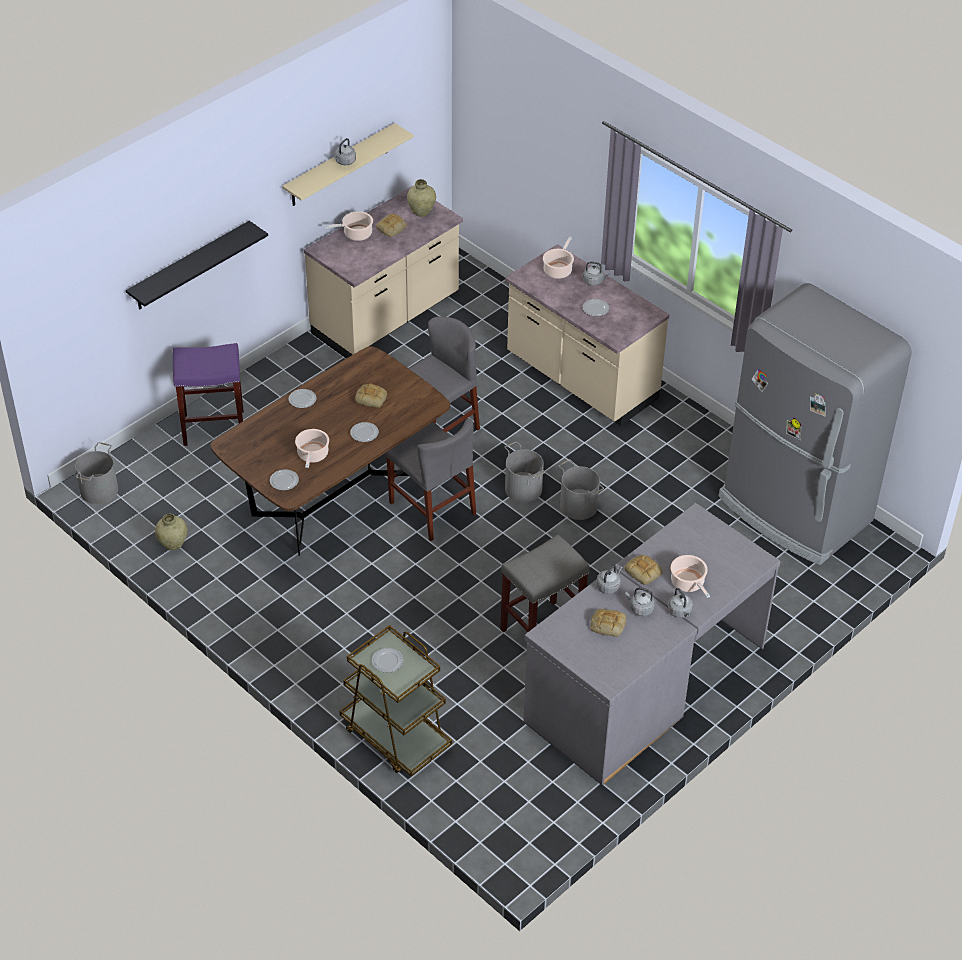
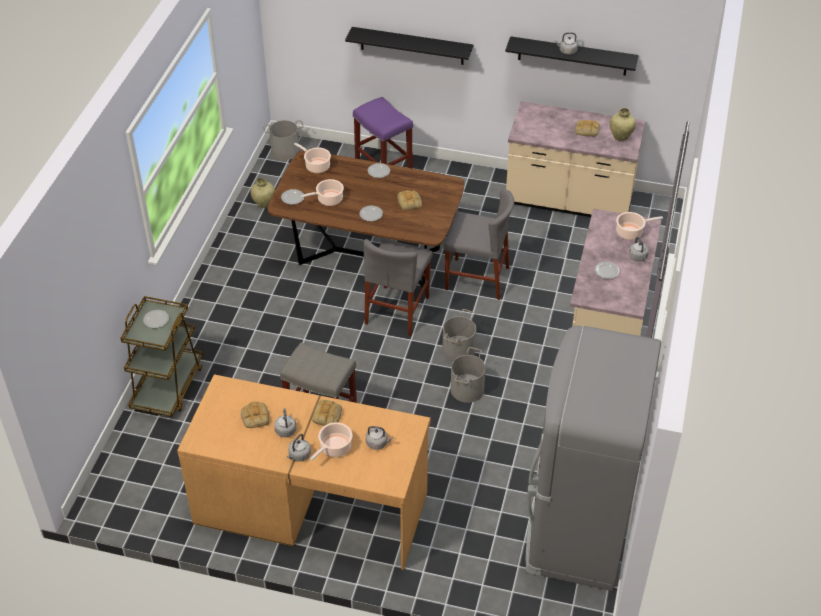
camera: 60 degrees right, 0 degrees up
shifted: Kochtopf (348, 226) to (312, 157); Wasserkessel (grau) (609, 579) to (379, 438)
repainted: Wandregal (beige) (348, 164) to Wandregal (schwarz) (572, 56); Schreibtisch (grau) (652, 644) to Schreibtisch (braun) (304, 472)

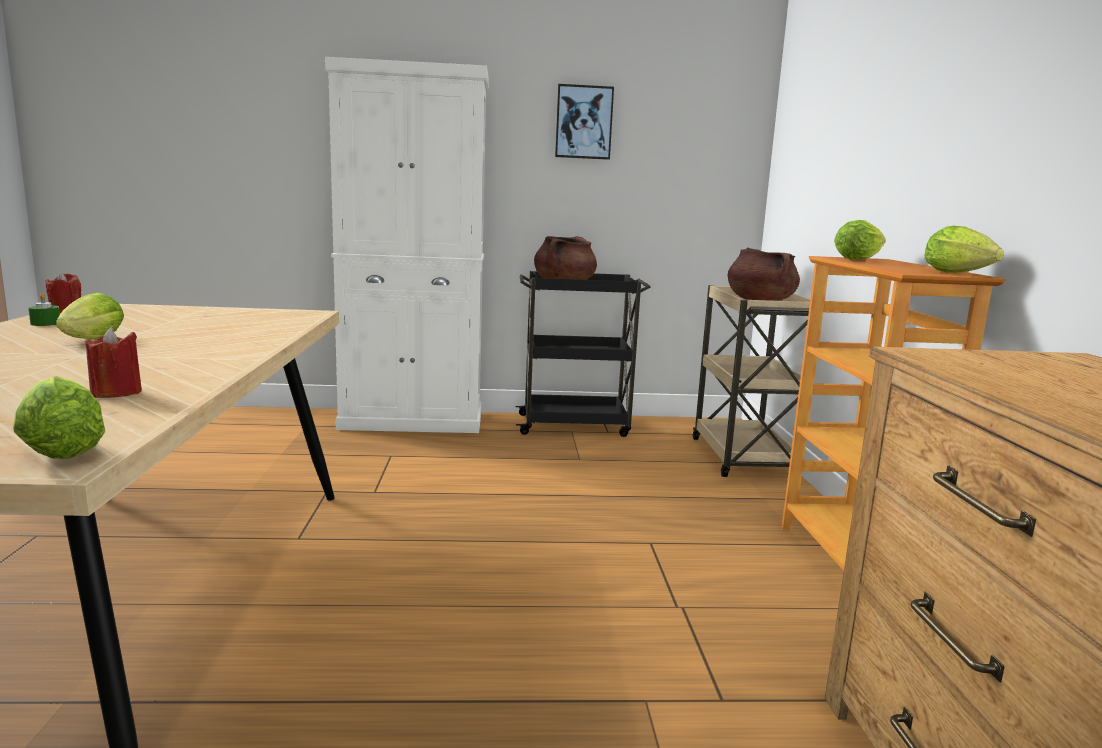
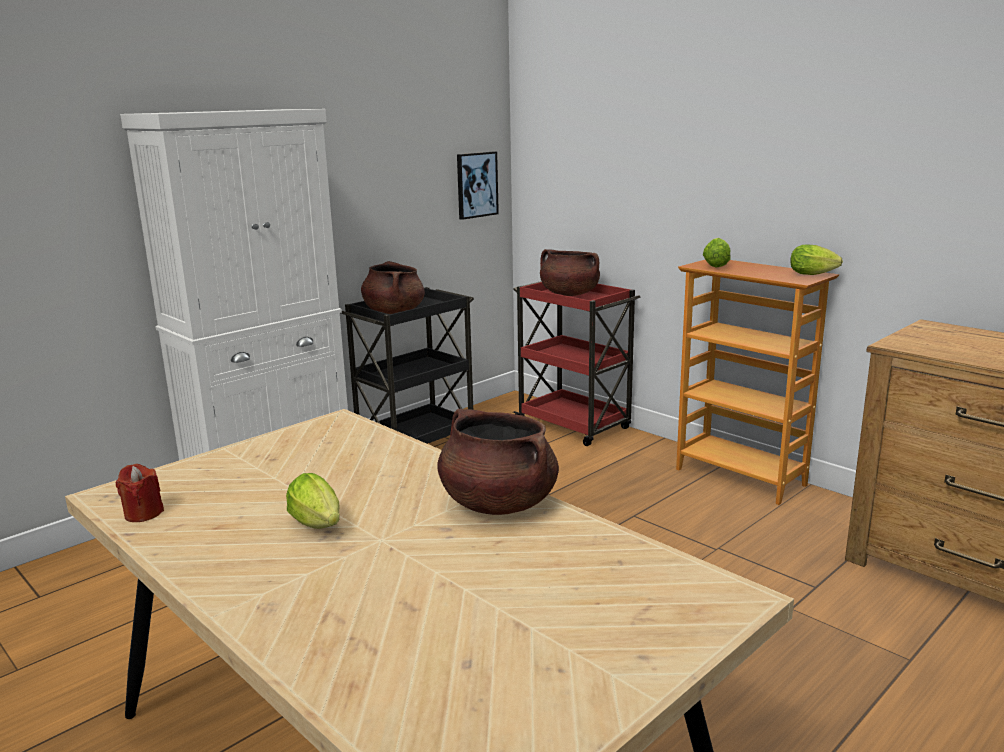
camera: 40 degrees left, 5 degrees up
gone: Salatkopf (59, 417); Kerze (grün) (44, 309); Kerze (rot) (113, 362)
new: Kochtopf (braun) (498, 462)
shifted: Bild (584, 122) to (478, 186)
repainted: Rollwagen (beige) (751, 381) to Rollwagen (rot) (576, 363)

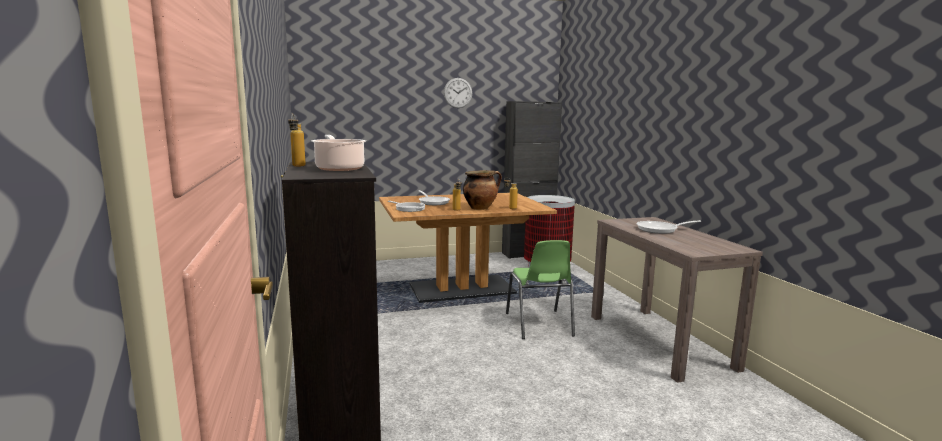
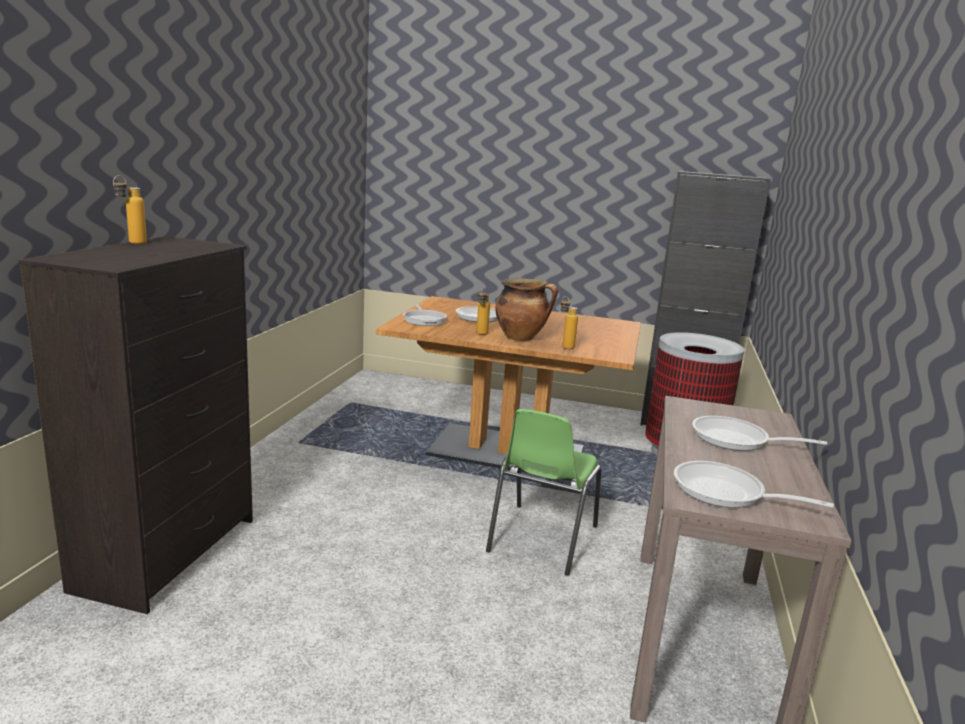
camera: 30 degrees right, 5 degrees up
gone: Kochtopf (339, 153); Wanduhr (458, 93)
new: Pfanne (754, 484)

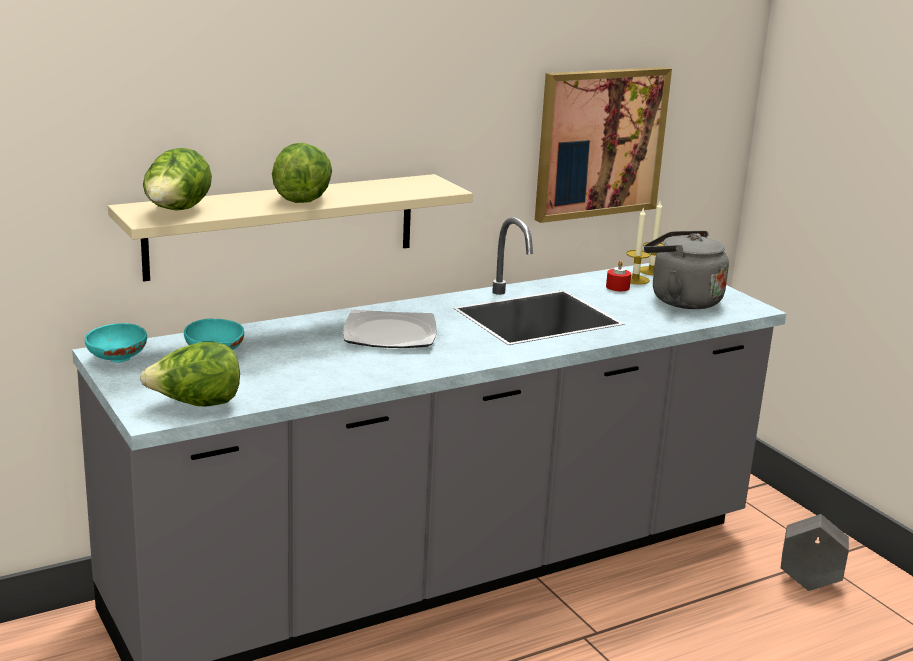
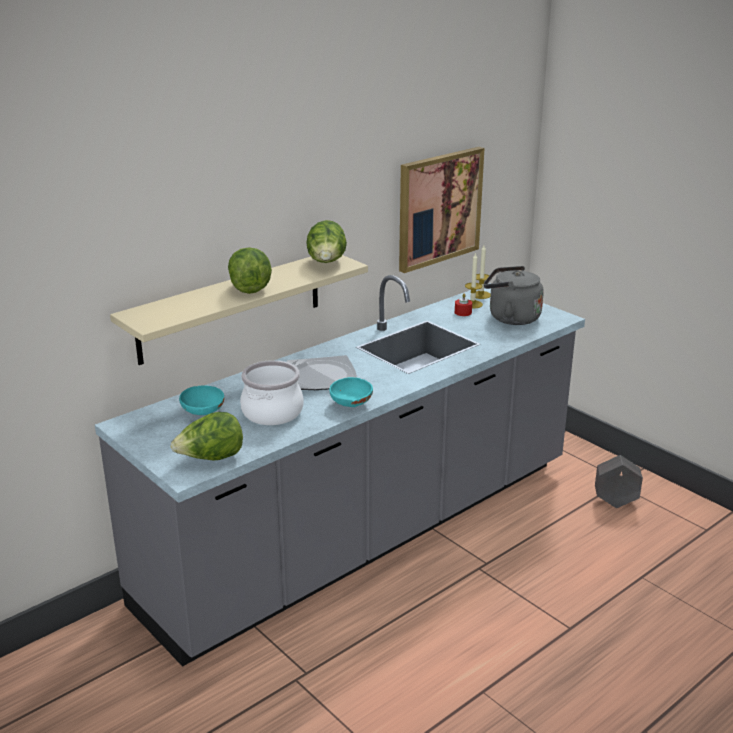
camera: 10 degrees left, 5 degrees up
new: Kochtopf (272, 392)
shifted: Schüssel (türkis) (116, 343) to (351, 392); Salatkopf (177, 179) to (326, 241)

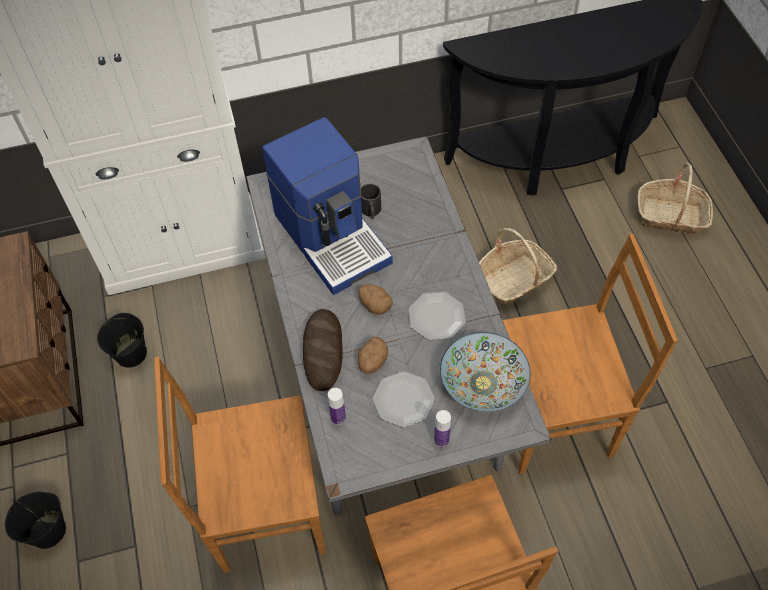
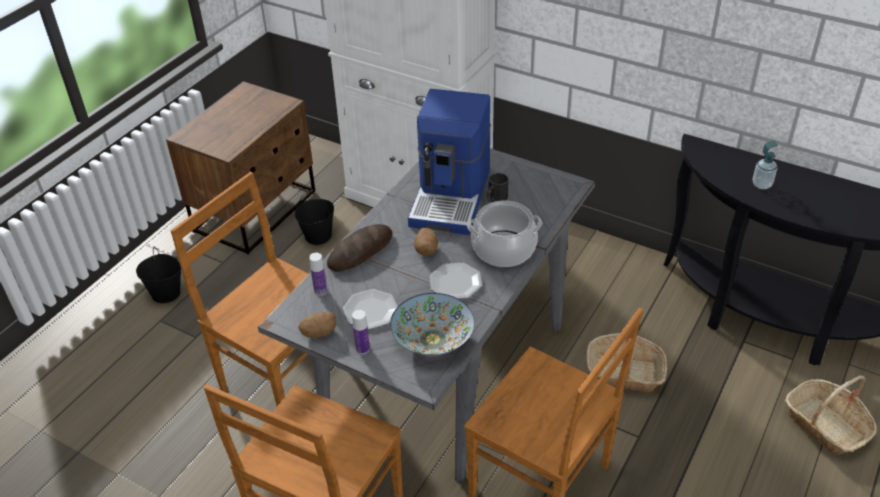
camera: 45 degrees right, 15 degrees down
new: Kochtopf (504, 234); Seifenspender (765, 164)
shifted: Kartoffel (373, 355) to (317, 325)

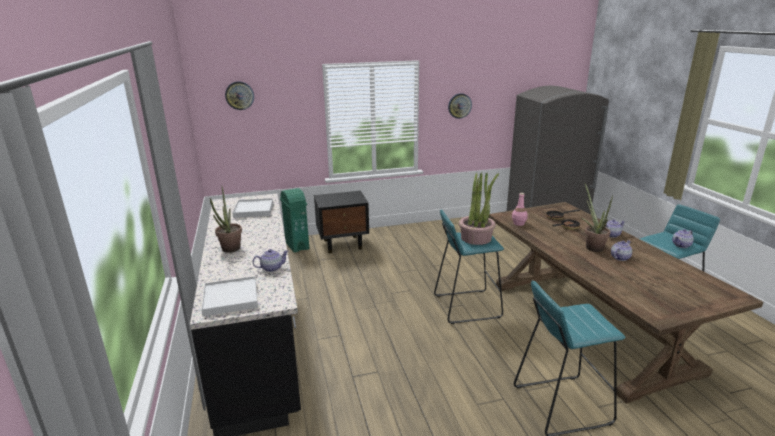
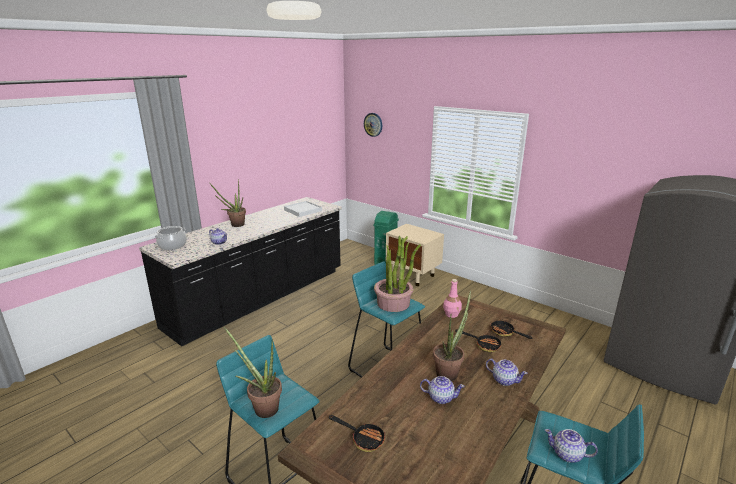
camera: 55 degrees right, 0 degrees up
gone: Wanduhr (460, 106)
new: Topfpflanze (253, 372); Pfanne (357, 433)
swapped: Tablett (weiß) (229, 296) to Kochtopf (171, 238)
repainted: Nachttisch (schwarz) (341, 222) to Nachttisch (beige) (415, 255)

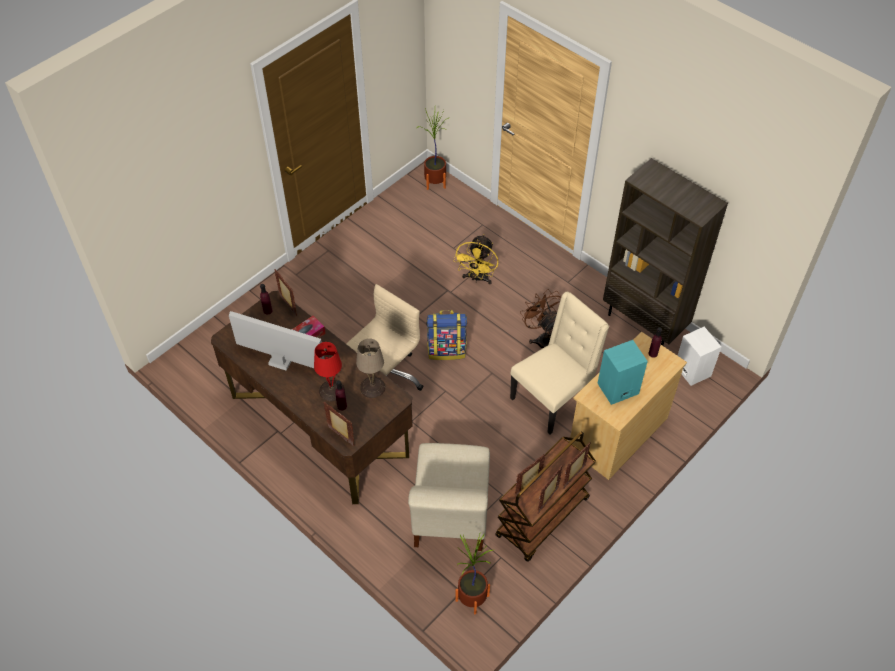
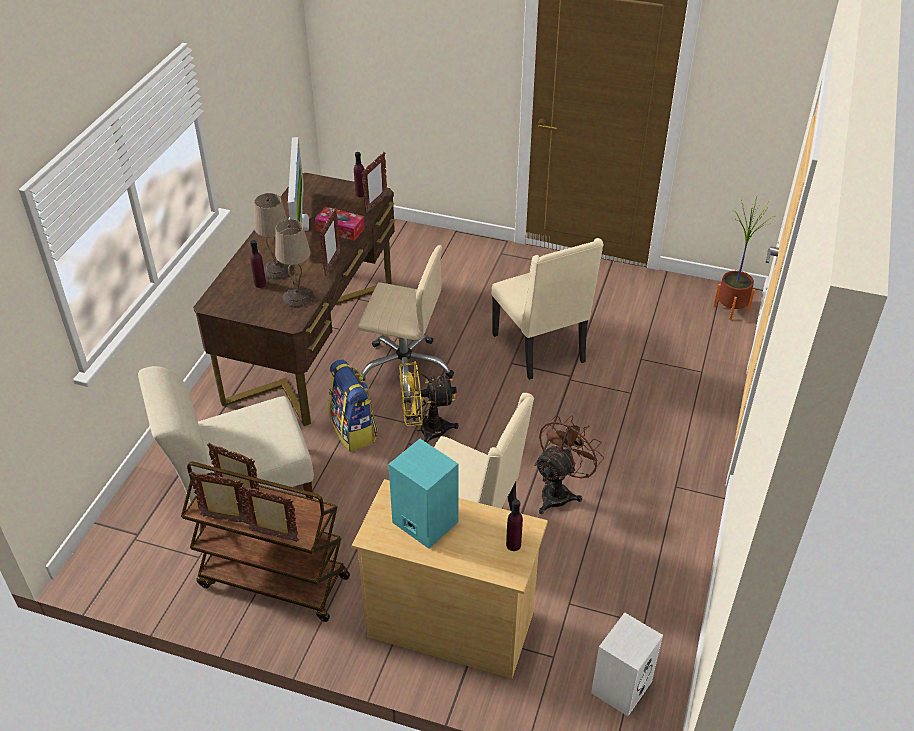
camera: 65 degrees right, 10 degrees down
gone: Topfpflanze (475, 574); Bücherregal (braun) (665, 252)
new: Stuhl (beige) (547, 309)
shifted: Bilderrahmen (339, 424) to (330, 242); Rucksack (446, 335) to (353, 406); Ventilator (gelb) (476, 259) to (429, 402)
repainted: Tischlampe (rot) (329, 371) to Tischlampe (beige) (274, 236)

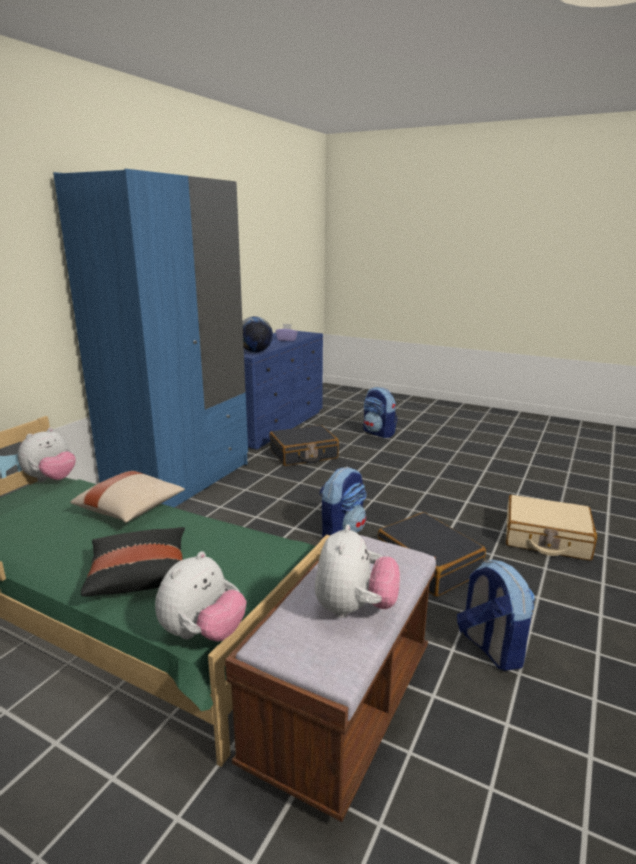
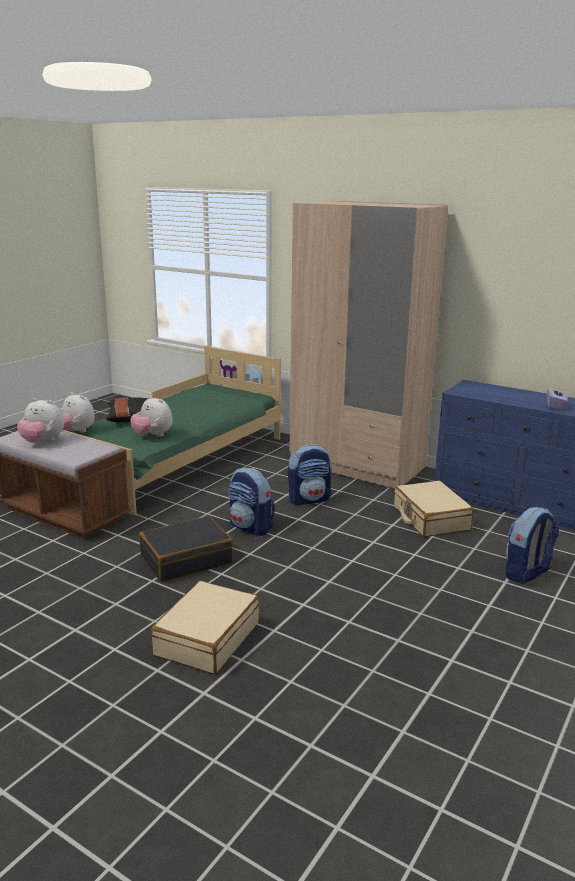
camera: 95 degrees right, 0 degrees up
gone: Kissen (beige) (127, 497); Globus (257, 334)
shifted: Plüschtier (47, 454) to (151, 416); Rucksack (496, 615) to (310, 474)
repainted: Kleiderschrank (blau) (150, 338) to Kleiderschrank (beige) (369, 345); Koffer (schwarz) (304, 445) to Koffer (beige) (434, 508)

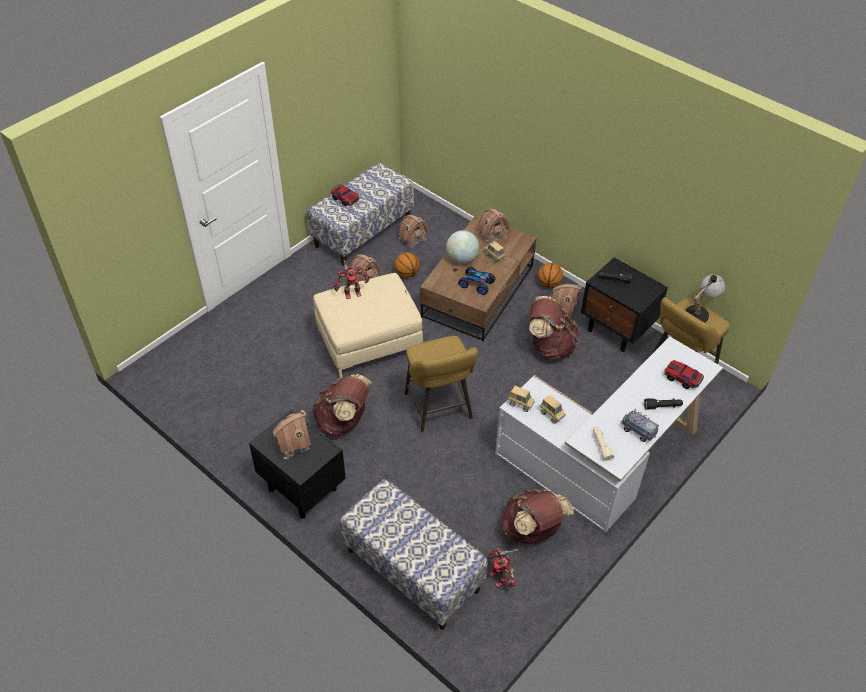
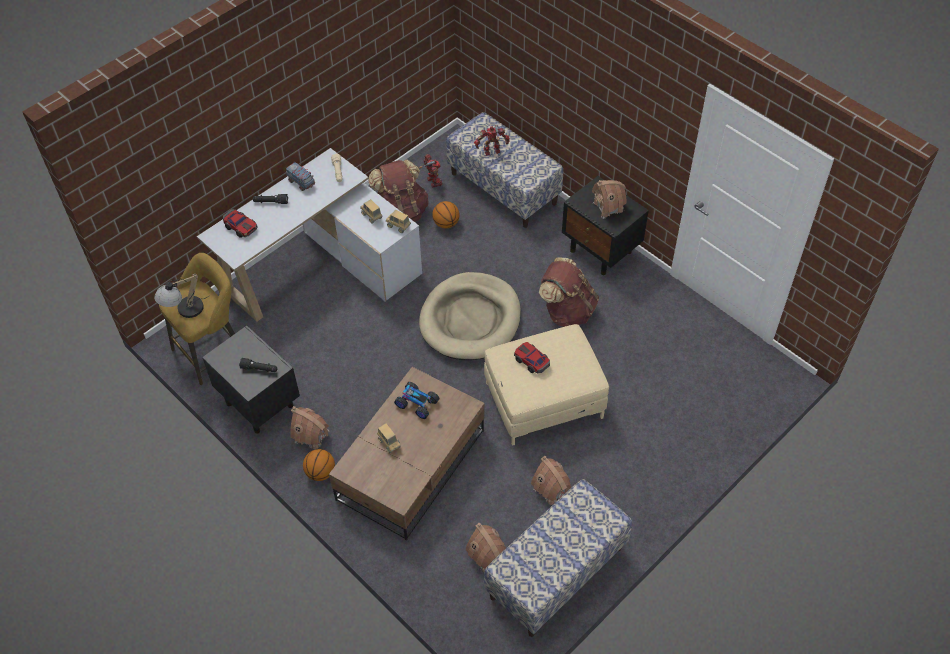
camera: 175 degrees left, 5 degrees up
gone: Globus (462, 247); Spielzeughaus (494, 226); Rucksack (braun) (554, 328)
shifted: Spielzeugauto (345, 195) to (532, 358); Spielzeugroboter (352, 279) to (492, 140); Basketball (407, 265) to (445, 215)
swapped: Hocker (gelb) (441, 384) to Hundebett (beige) (470, 316)

